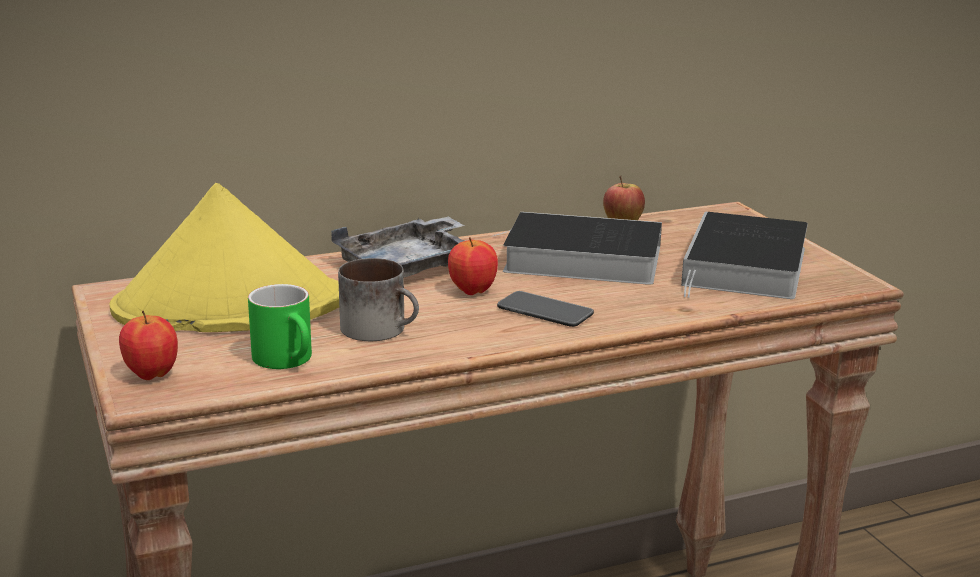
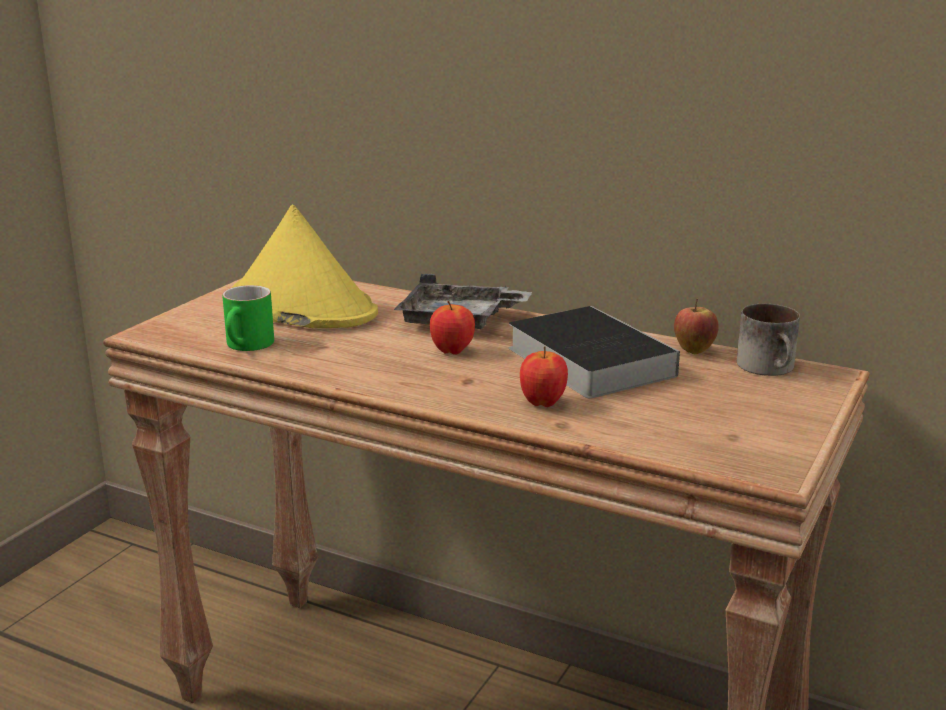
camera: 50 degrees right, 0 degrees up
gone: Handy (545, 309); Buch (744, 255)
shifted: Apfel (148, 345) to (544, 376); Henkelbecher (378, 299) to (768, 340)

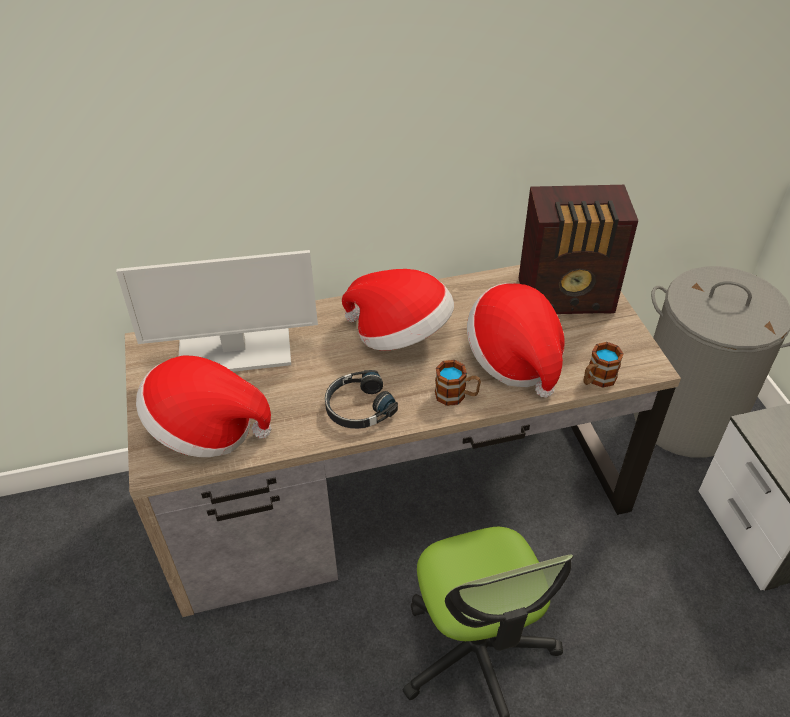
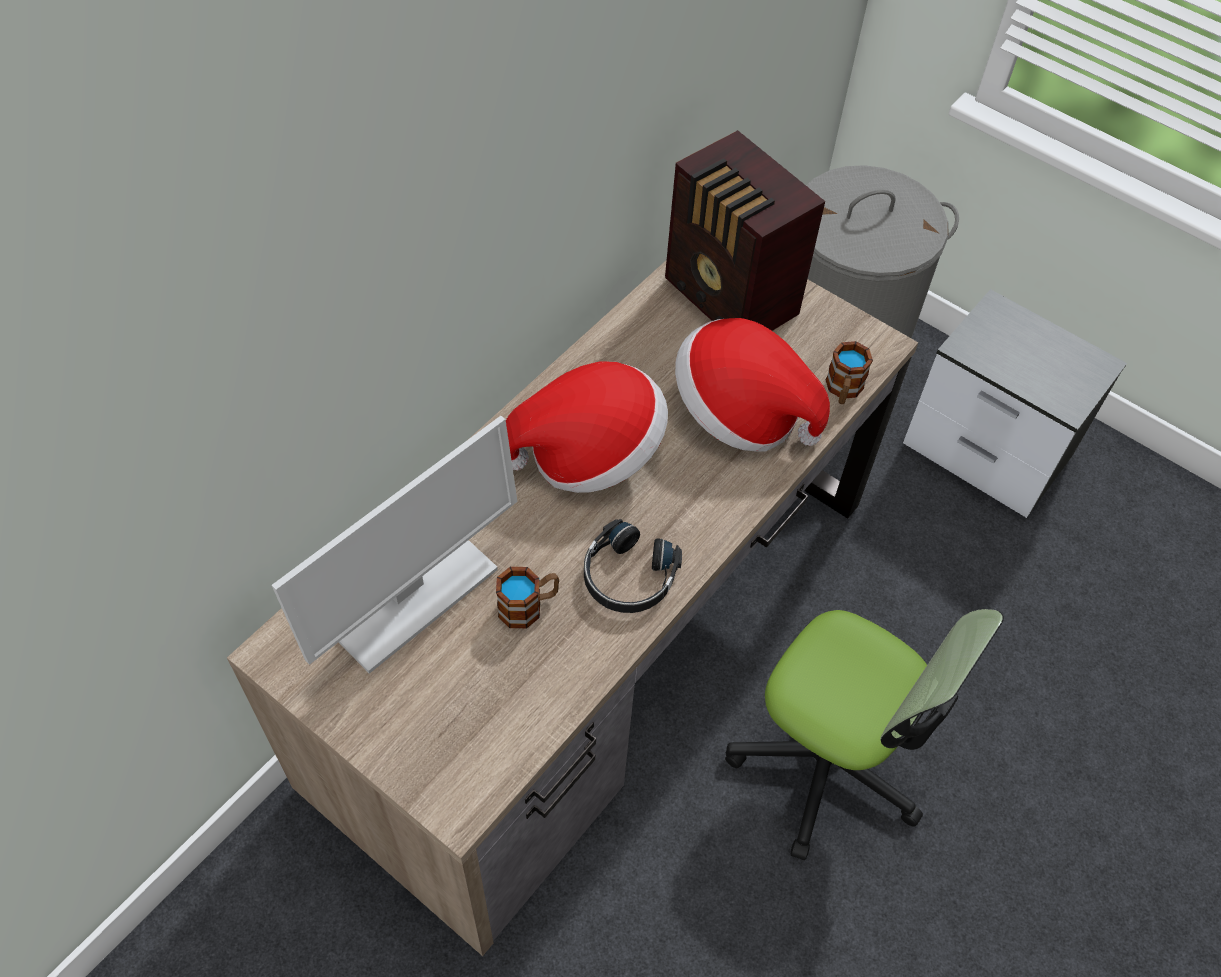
camera: 40 degrees left, 10 degrees up
gone: Hut (203, 406)
shifted: Henkelbecher (458, 383) to (527, 597)
rotated: Radio (579, 249) = (745, 230) 90 degrees clockwise

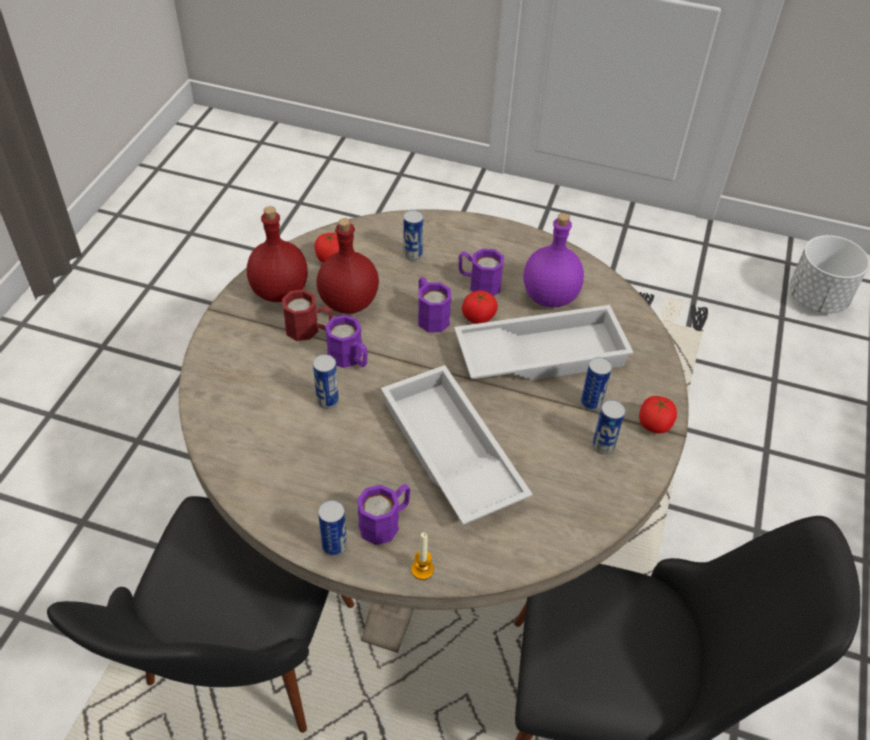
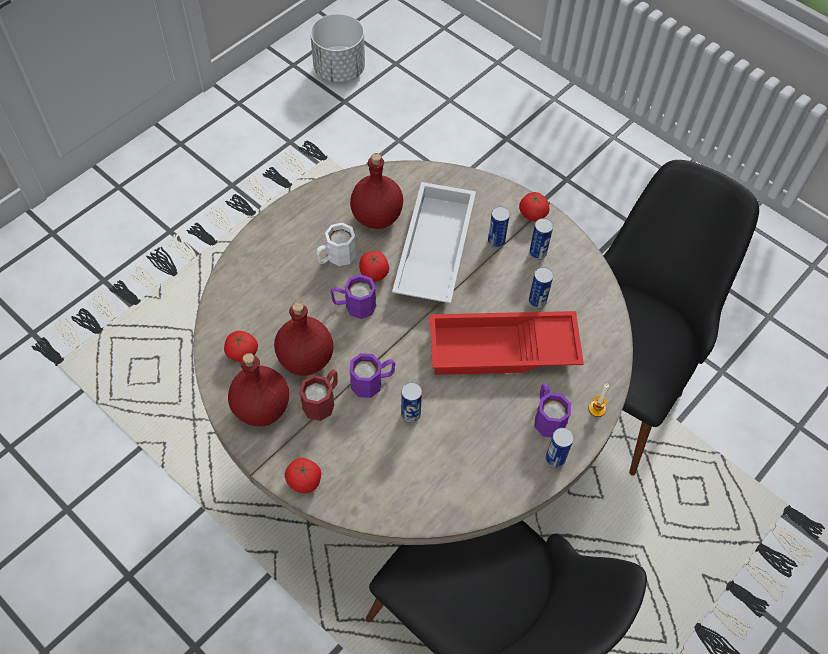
camera: 65 degrees left, 10 degrees up
new: Tomate (303, 475)
shifted: Dose (413, 235) to (541, 287)
repainted: Tablett (weiß) (457, 445) to Tablett (rot) (507, 343); Henkelbecher (lila) (481, 272) to Henkelbecher (weiß) (336, 244); Flasche (lila) (554, 260) to Flasche (rot) (376, 191)

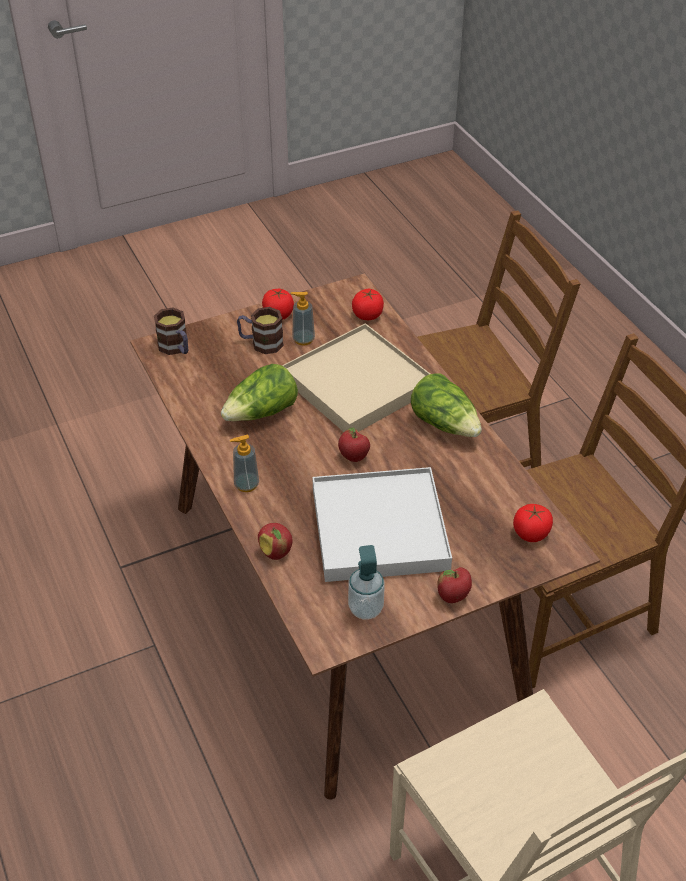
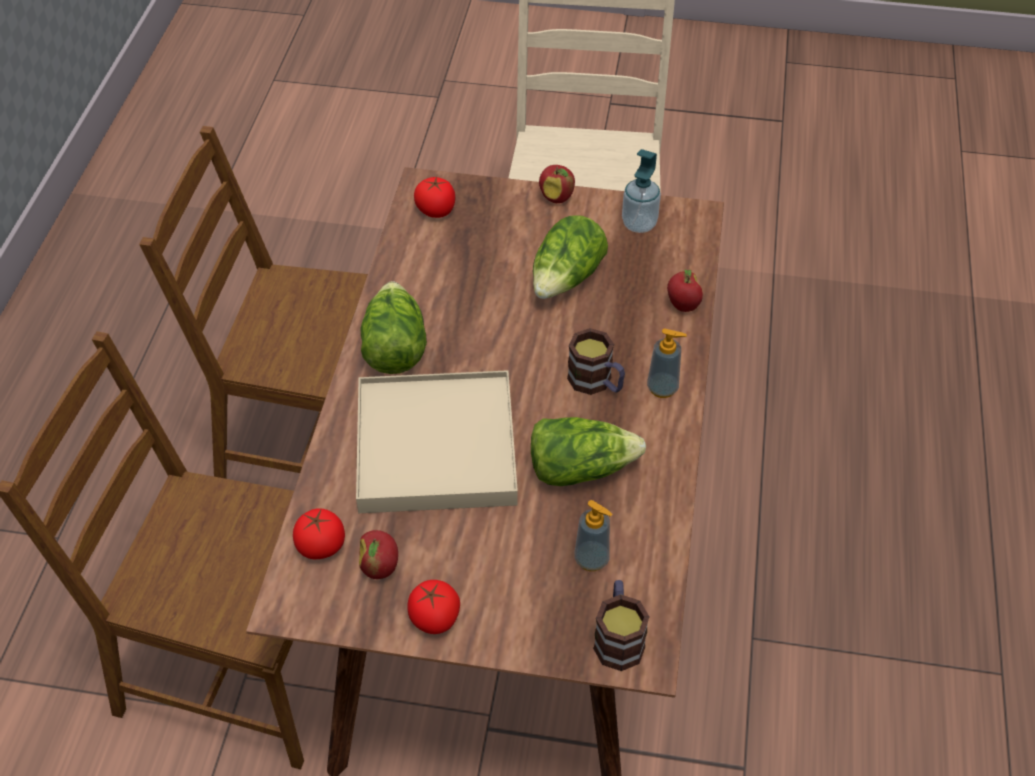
camera: 145 degrees left, 5 degrees up
shifted: Henkelbecher (260, 330) to (596, 361); Seifenspender (302, 319) to (593, 535); Apfel (354, 444) to (378, 554)
swapped: Tablett (weiß) (382, 524) to Salatkopf (570, 257)

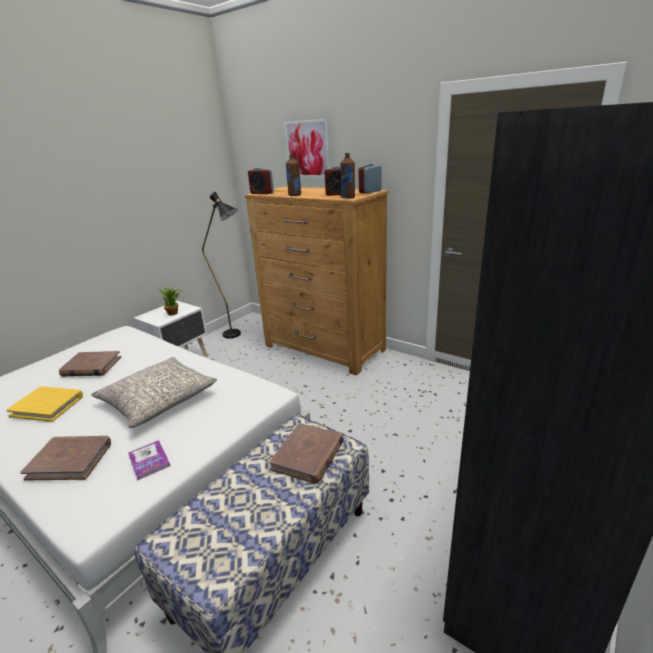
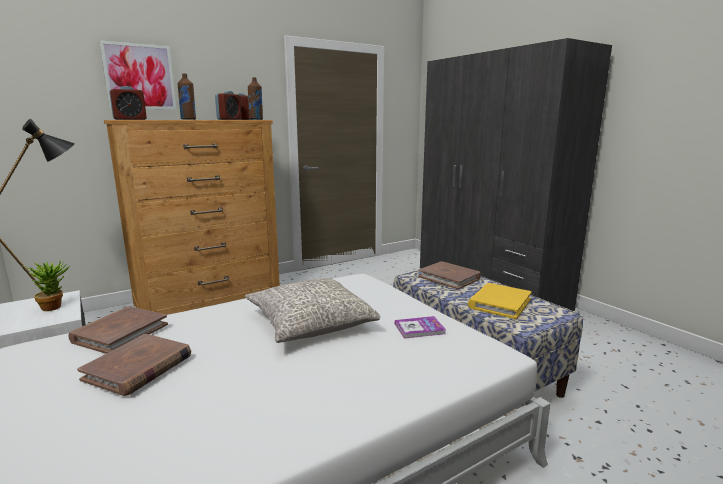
camera: 70 degrees left, 10 degrees down
shifted: Buch (gelb) (44, 404) to (500, 301); Buch (braun) (65, 458) to (118, 330)

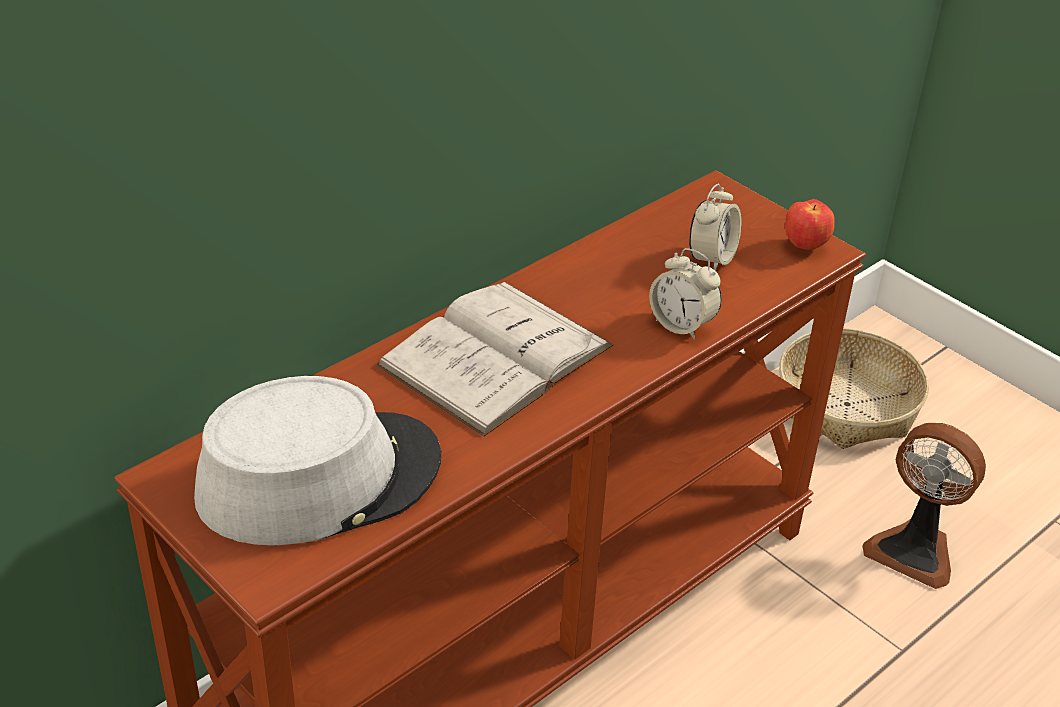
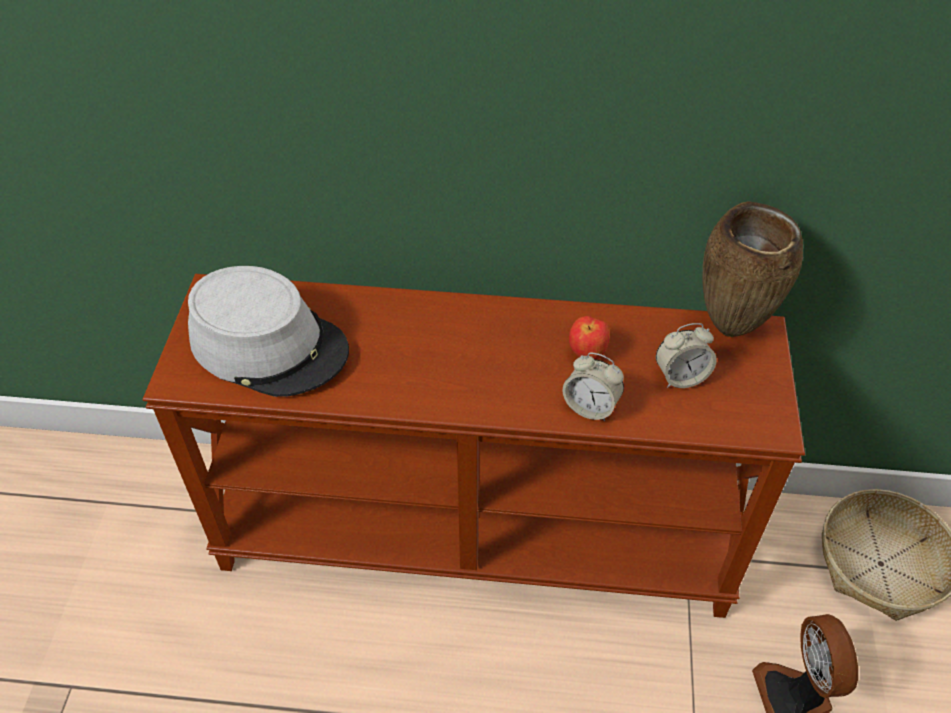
camera: 50 degrees right, 10 degrees up
gone: Buch (weiß) (494, 359)
new: Vase (braun) (753, 269)
shifted: Apfel (810, 224) to (589, 338)
rotated: Wecker (685, 294) = (593, 386) 60 degrees counterclockwise

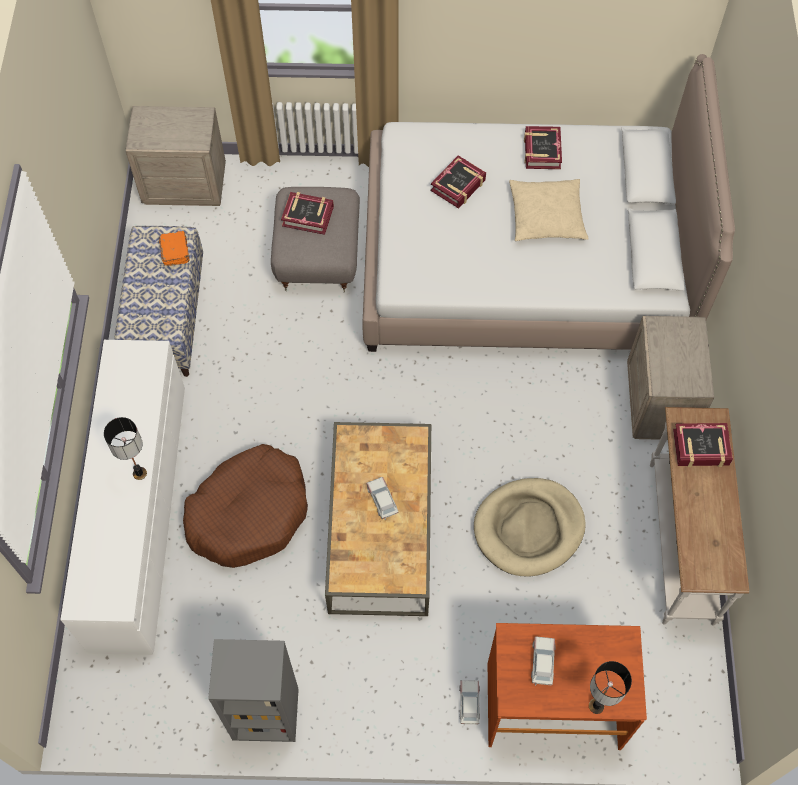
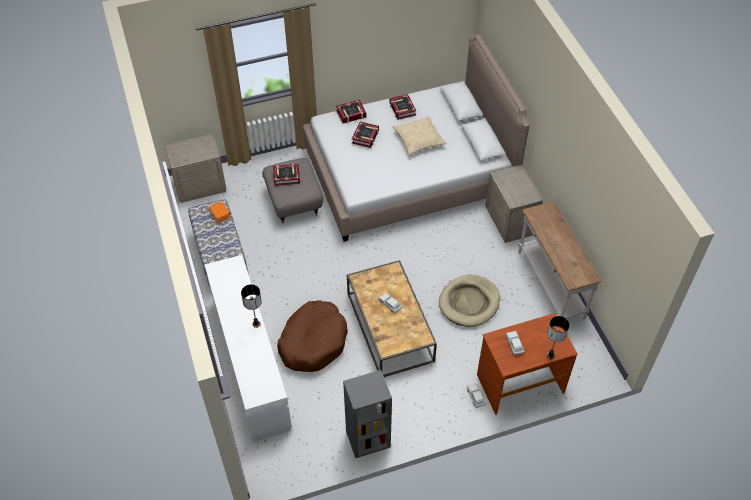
camera: 20 degrees left, 10 degrees down
shifted: Buch (703, 445) to (351, 111)

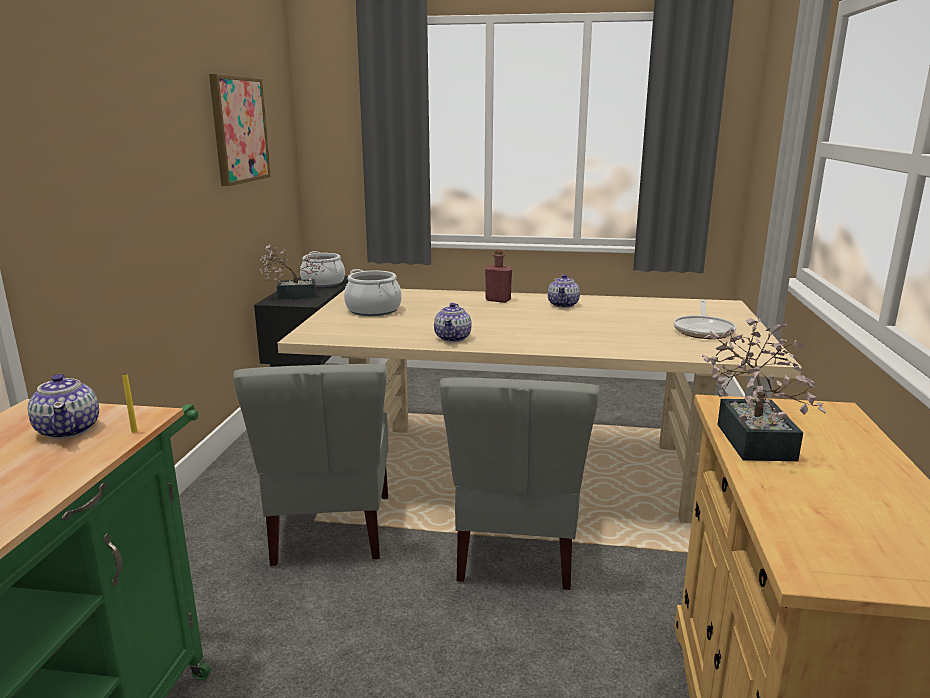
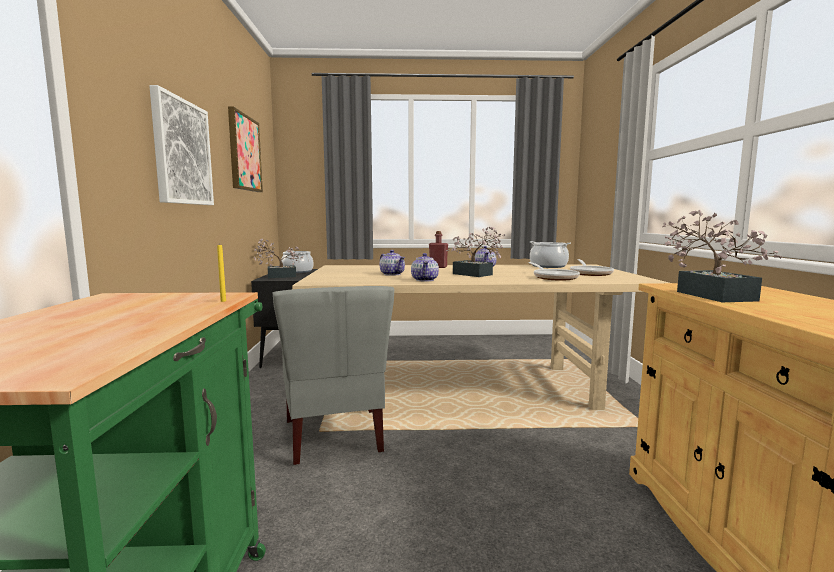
camera: 10 degrees left, 10 degrees down
gone: Stuhl (grau) (519, 484)
new: Bild (181, 145); Topfpflanze (475, 252); Pfanne (554, 271)
shifted: Teekanne (63, 406) to (392, 263); Kochtopf (373, 292) to (550, 254)

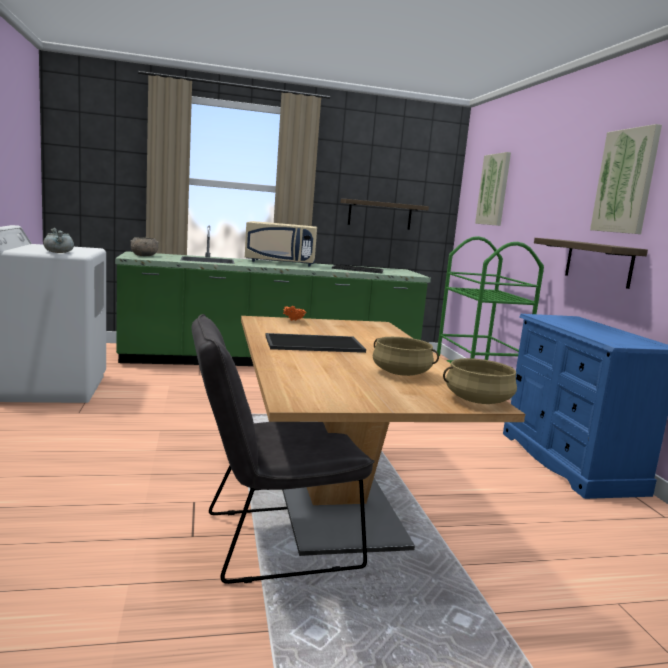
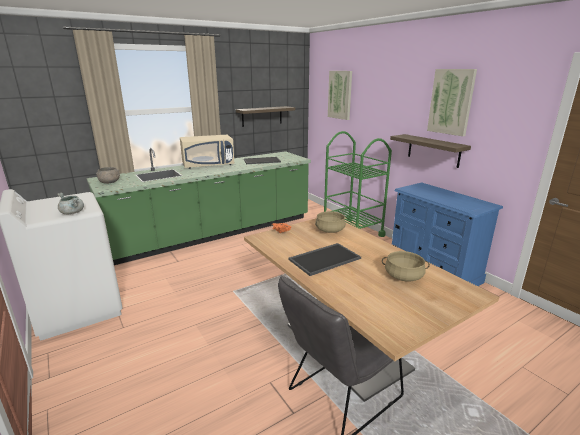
camera: 20 degrees left, 10 degrees up
shifted: Kochtopf (beige) (480, 381) to (330, 222)

